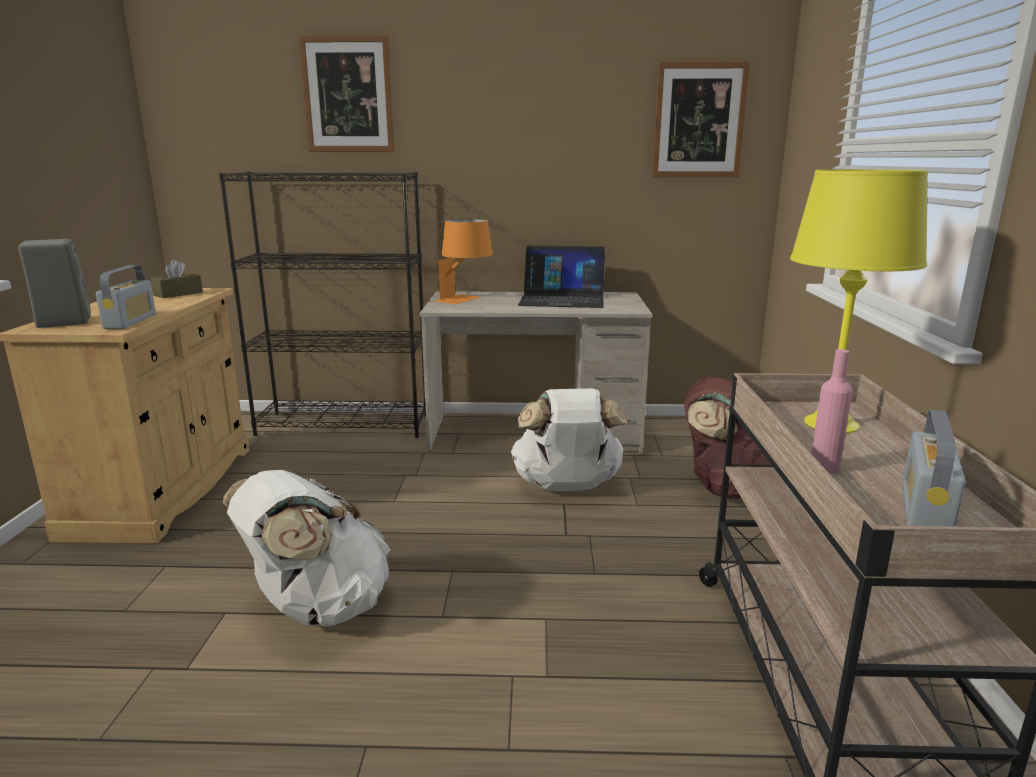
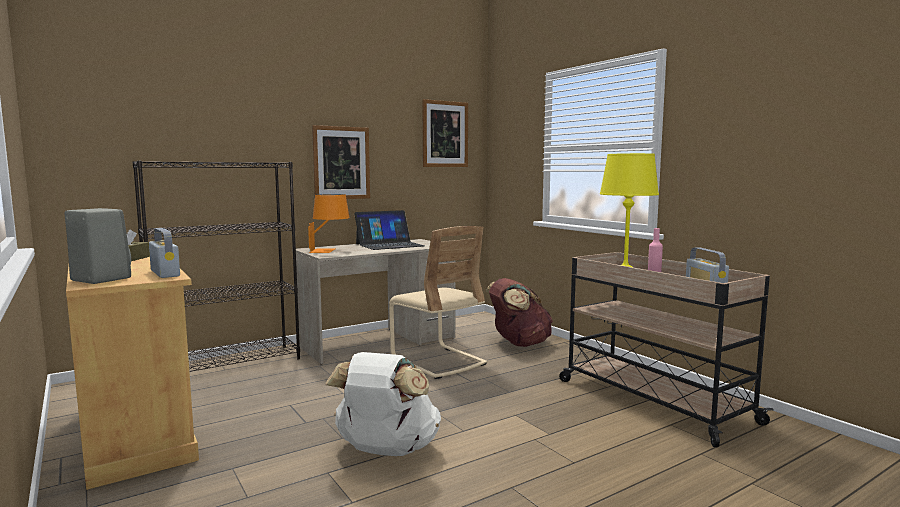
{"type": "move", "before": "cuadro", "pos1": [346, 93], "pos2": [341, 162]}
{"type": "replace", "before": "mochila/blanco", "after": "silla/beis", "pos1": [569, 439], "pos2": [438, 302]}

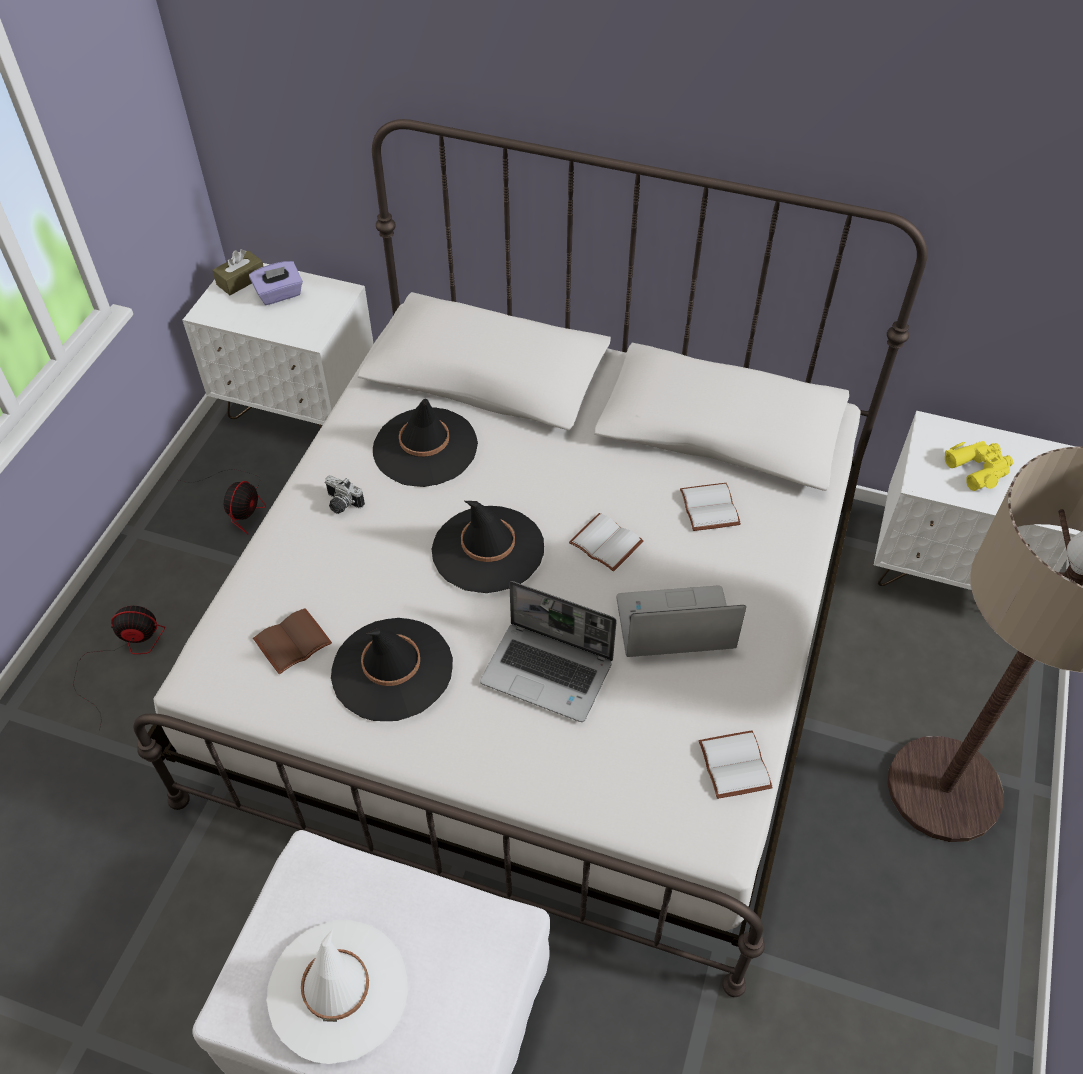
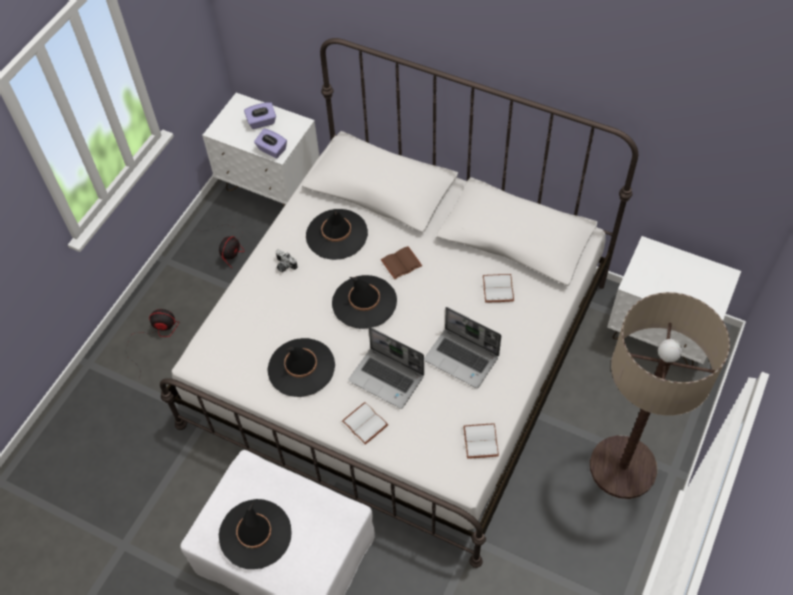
{"type": "delete", "before": "caja de pañuelos/marrón", "pos1": [238, 272]}
{"type": "delete", "before": "prismáticos/amarillo", "pos1": [979, 466]}
{"type": "move", "before": "libro/blanco", "pos1": [606, 542], "pos2": [365, 423]}
{"type": "rotate", "before": "portátil", "pos1": [681, 621], "pos2": [462, 347], "turn": -150}
{"type": "move", "before": "libro/marrón", "pos1": [292, 641], "pos2": [401, 262]}
{"type": "recolor", "before": "sombrero/blanco", "after": "sombrero/negro", "pos1": [337, 992], "pos2": [255, 534]}
{"type": "insert", "after": "caja de pañuelos/morado", "pos2": [270, 143]}

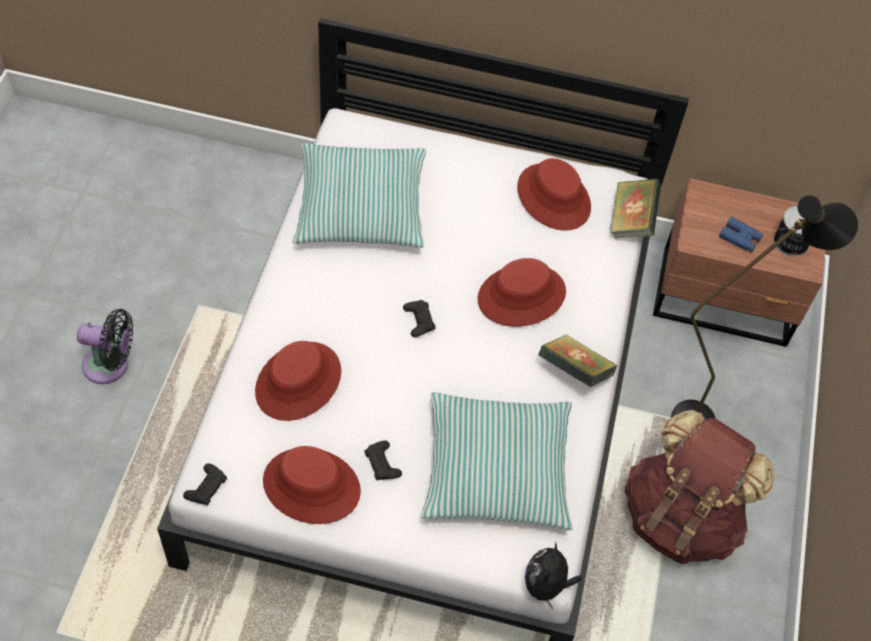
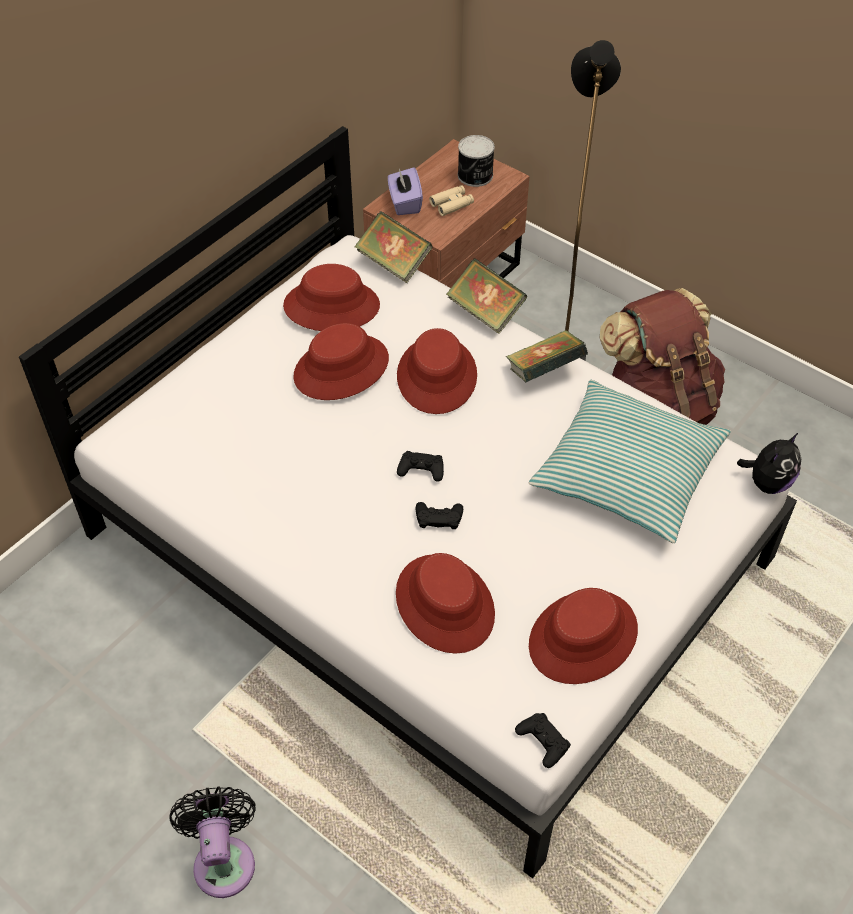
{"type": "delete", "before": "cojín", "pos1": [359, 195]}
{"type": "recolor", "before": "prismáticos/azul", "after": "prismáticos/beis", "pos1": [741, 234], "pos2": [451, 200]}
{"type": "rotate", "before": "ventilador/negro", "pos1": [105, 346], "pos2": [212, 842], "turn": -45}
{"type": "move", "before": "mando de consola/negro", "pos1": [383, 460], "pos2": [439, 515]}
{"type": "rotate", "before": "peluche", "pos1": [553, 575], "pos2": [769, 463], "turn": -90}
{"type": "insert", "after": "caja de pañuelos/morado", "pos2": [405, 191]}
{"type": "insert", "after": "libro", "pos2": [486, 296]}
{"type": "insert", "after": "sombrero/rojo", "pos2": [341, 361]}

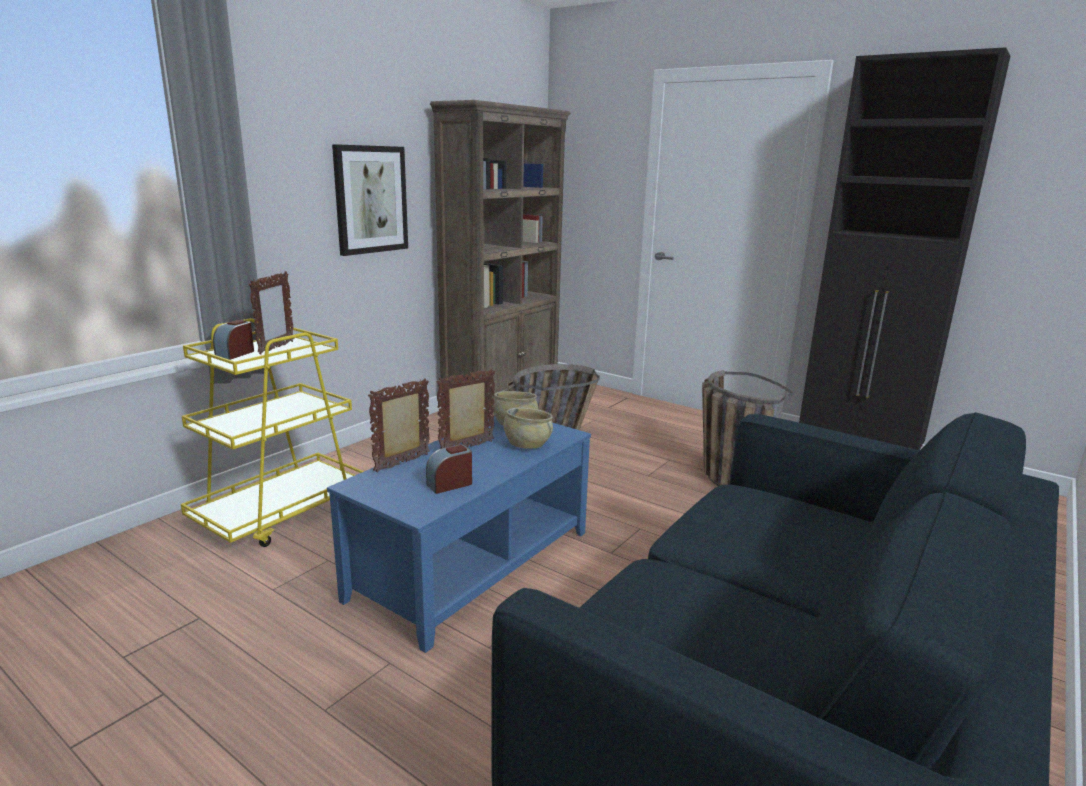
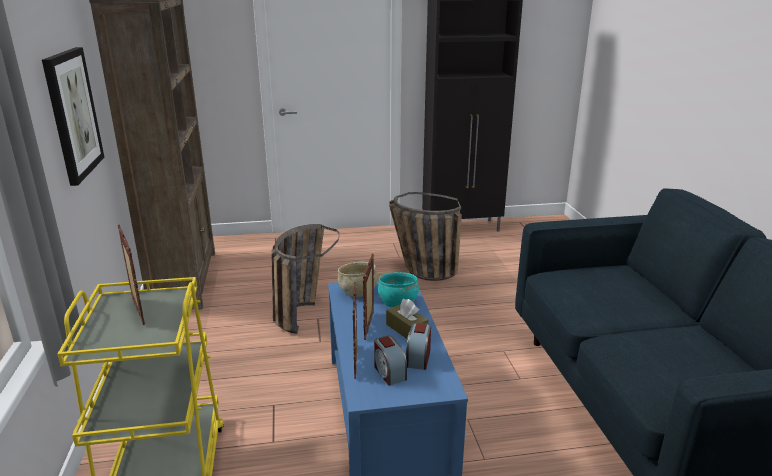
{"type": "move", "before": "despertador", "pos1": [233, 340], "pos2": [390, 360]}
{"type": "recolor", "before": "cuenco/beis", "after": "cuenco/turquesa", "pos1": [528, 428], "pos2": [398, 290]}
{"type": "insert", "after": "caja de pañuelos/marrón", "pos2": [407, 319]}

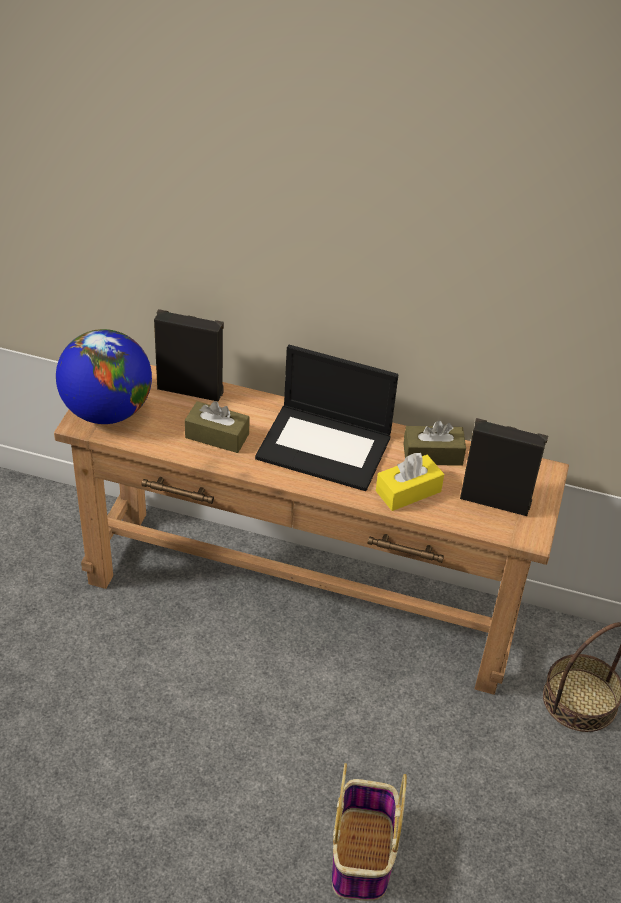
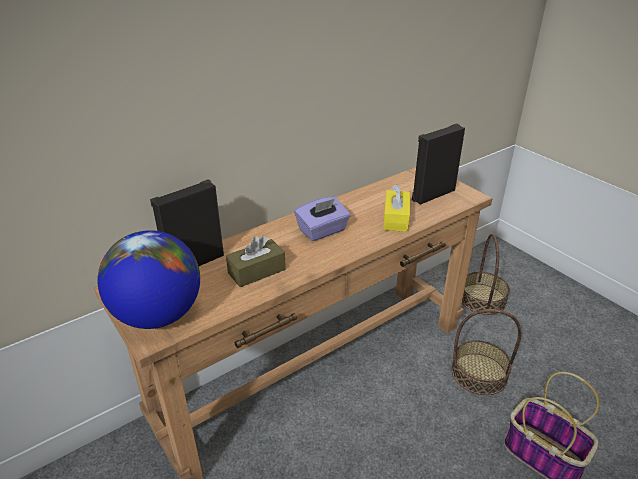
{"type": "replace", "before": "portátil", "after": "caja de pañuelos/morado", "pos1": [326, 418], "pos2": [322, 219]}
{"type": "delete", "before": "caja de pañuelos/marrón", "pos1": [434, 443]}
{"type": "insert", "after": "cesta", "pos2": [486, 352]}

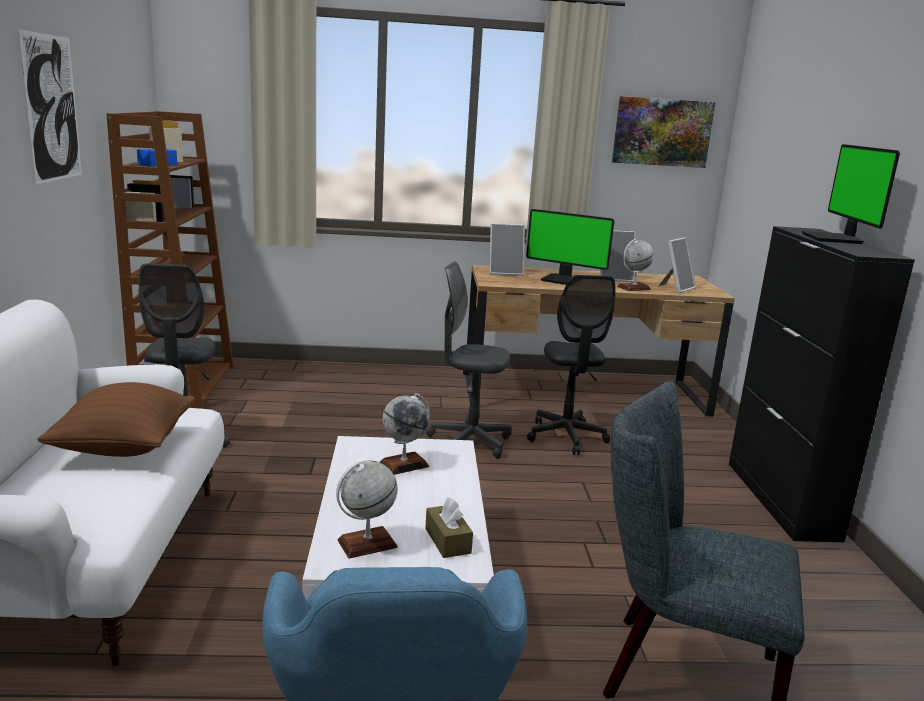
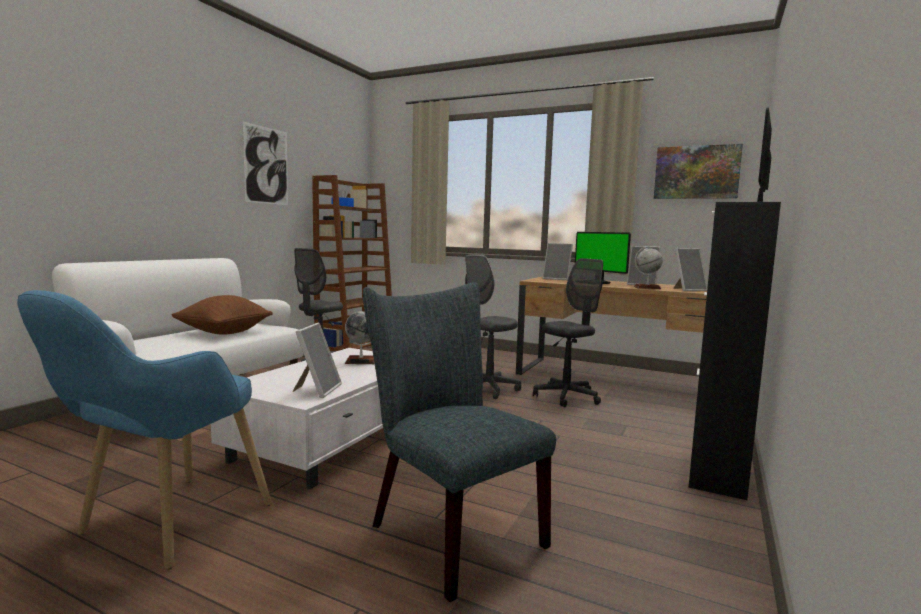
{"type": "rotate", "before": "silla de oficina/negro", "pos1": [571, 365], "pos2": [568, 332], "turn": -150}
{"type": "delete", "before": "globo terráqueo", "pos1": [367, 509]}
{"type": "replace", "before": "caja de pañuelos/marrón", "after": "portarretratos", "pos1": [449, 527], "pos2": [317, 360]}

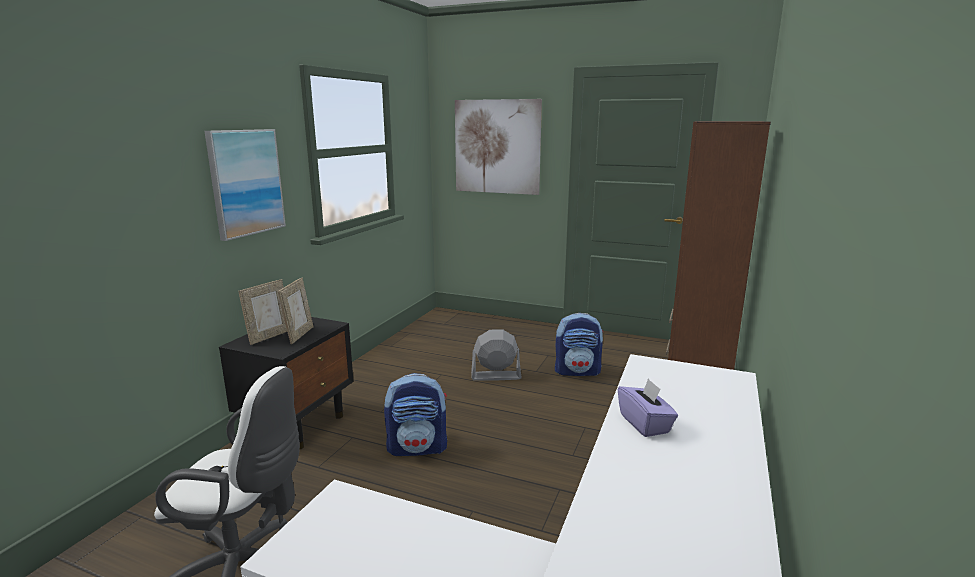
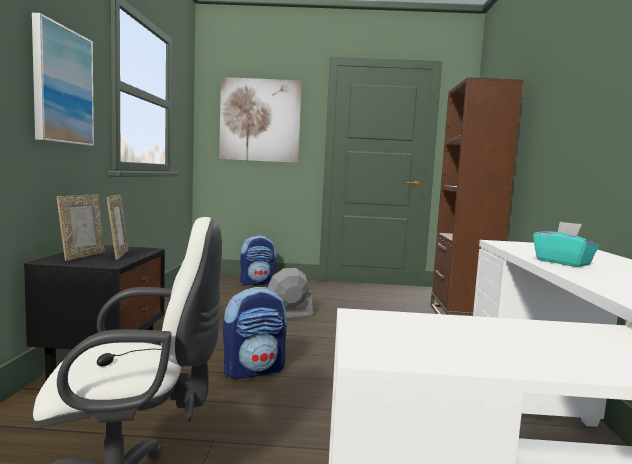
{"type": "move", "before": "mochila", "pos1": [579, 344], "pos2": [258, 260]}
{"type": "recolor", "before": "caja de pañuelos/morado", "after": "caja de pañuelos/turquesa", "pos1": [648, 407], "pos2": [566, 244]}

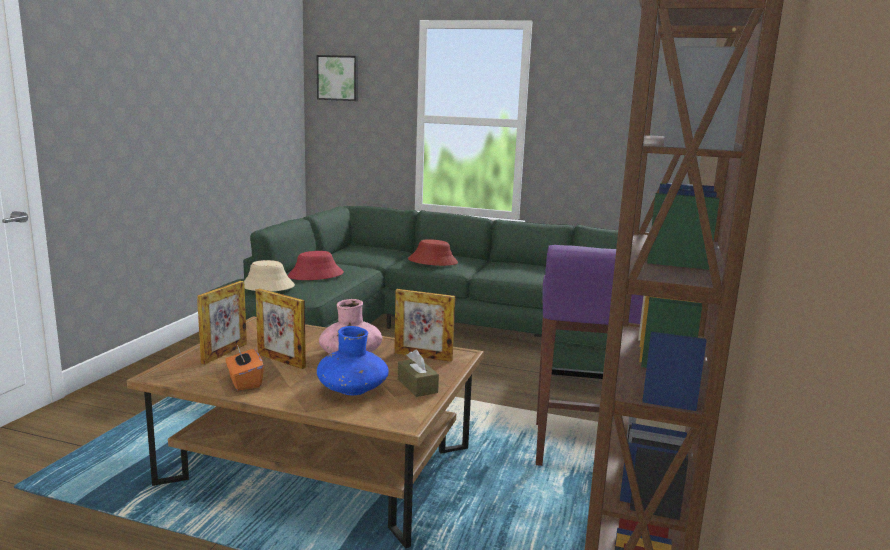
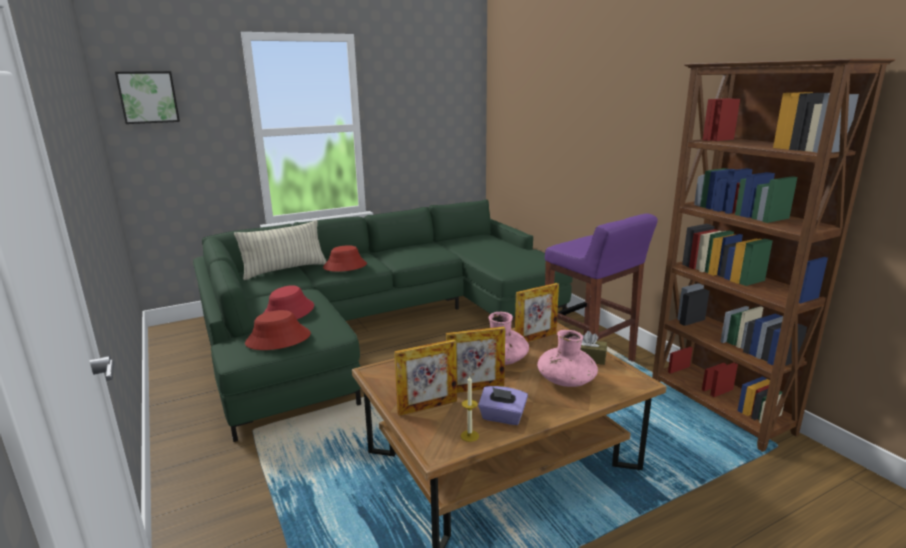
{"type": "recolor", "before": "sombrero/beis", "after": "sombrero/rojo", "pos1": [269, 275], "pos2": [278, 330]}
{"type": "rotate", "before": "portarretratos", "pos1": [222, 322], "pos2": [425, 377], "turn": 90}
{"type": "recolor", "before": "florero/azul", "after": "florero/rosa", "pos1": [353, 360], "pos2": [567, 358]}
{"type": "recolor", "before": "caja de pañuelos/naranja", "after": "caja de pañuelos/morado", "pos1": [245, 368], "pos2": [503, 405]}
{"type": "insert", "after": "cojín", "pos2": [280, 250]}
{"type": "insert", "after": "vela", "pos2": [470, 408]}

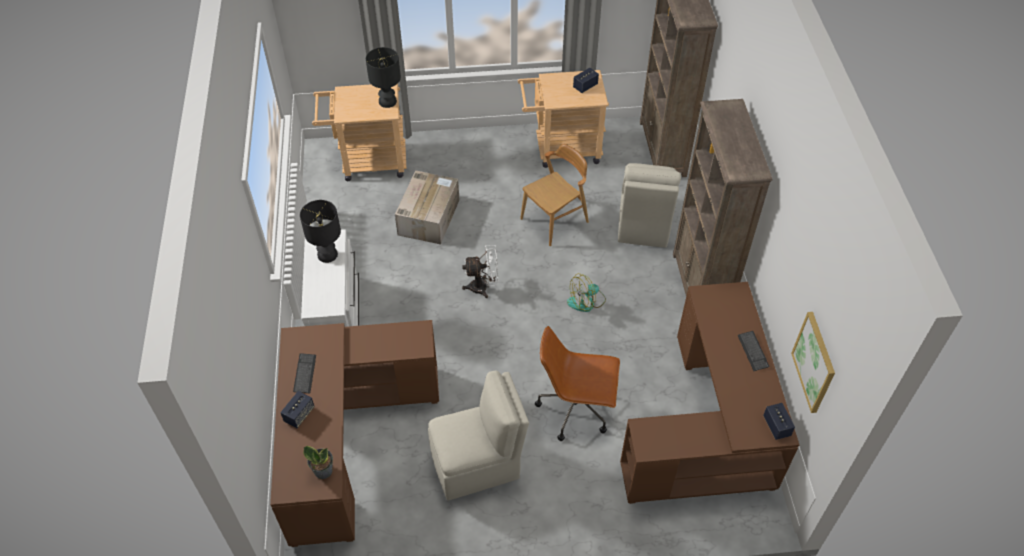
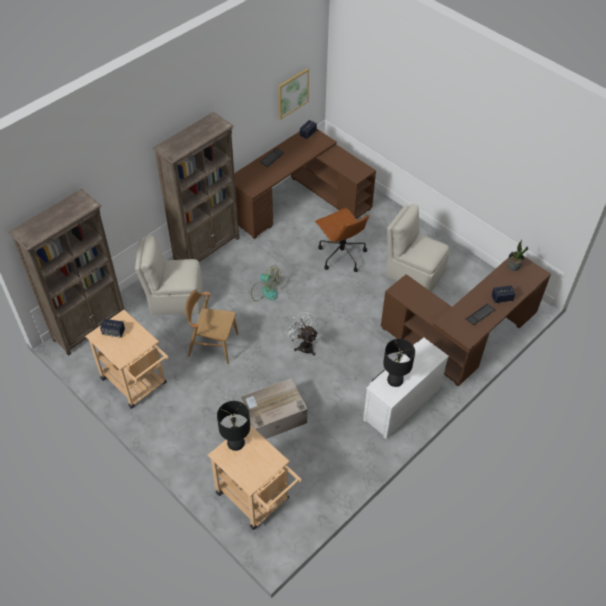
{"type": "rotate", "before": "silla/beis", "pos1": [649, 205], "pos2": [169, 274], "turn": -150}

